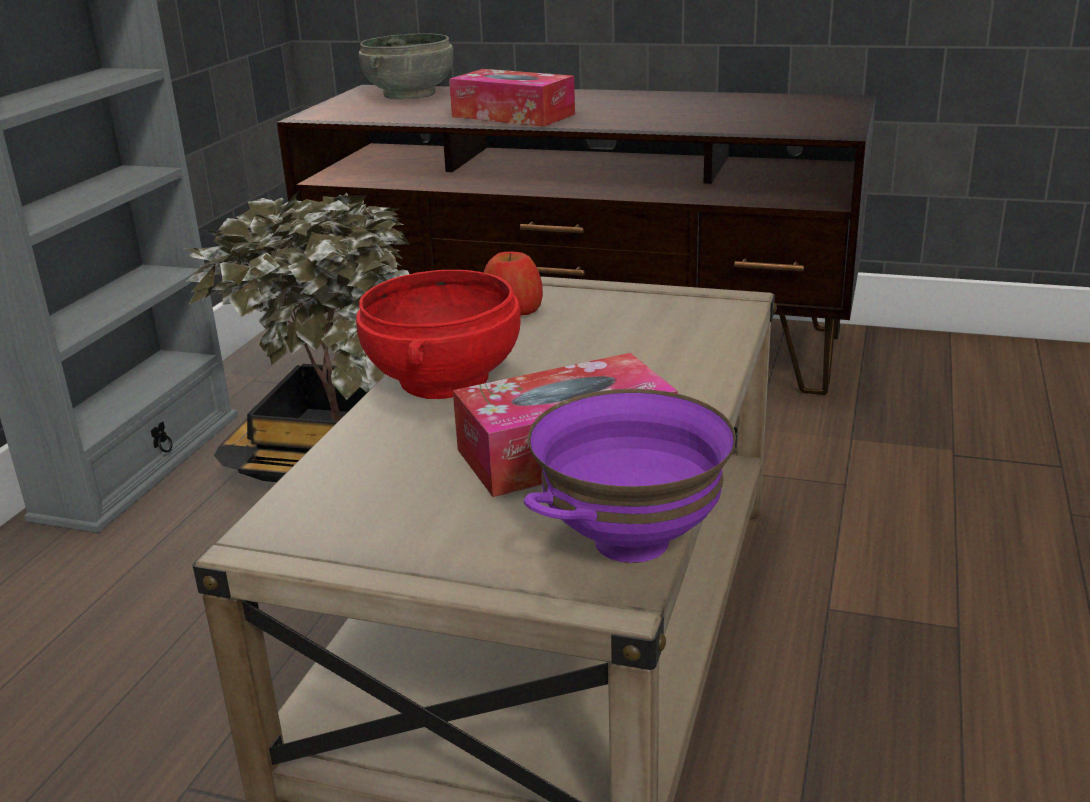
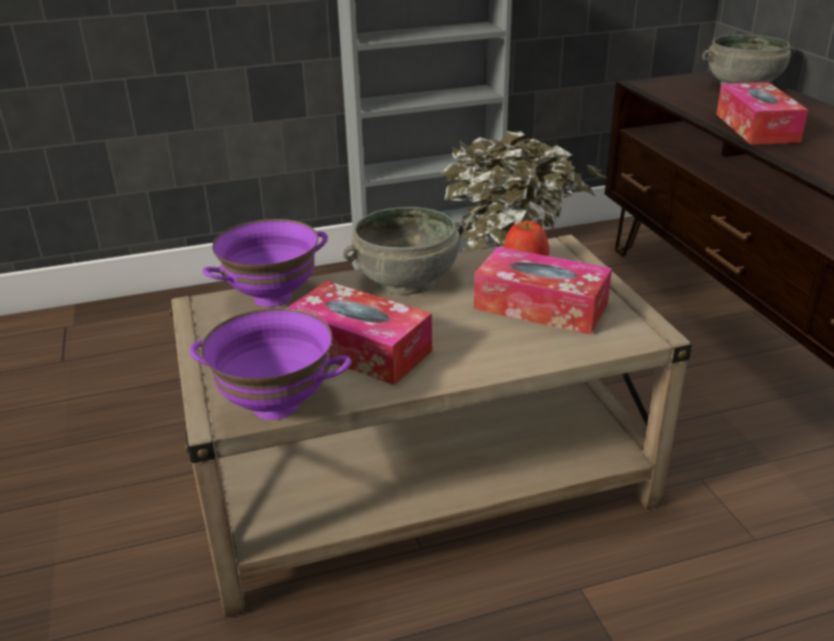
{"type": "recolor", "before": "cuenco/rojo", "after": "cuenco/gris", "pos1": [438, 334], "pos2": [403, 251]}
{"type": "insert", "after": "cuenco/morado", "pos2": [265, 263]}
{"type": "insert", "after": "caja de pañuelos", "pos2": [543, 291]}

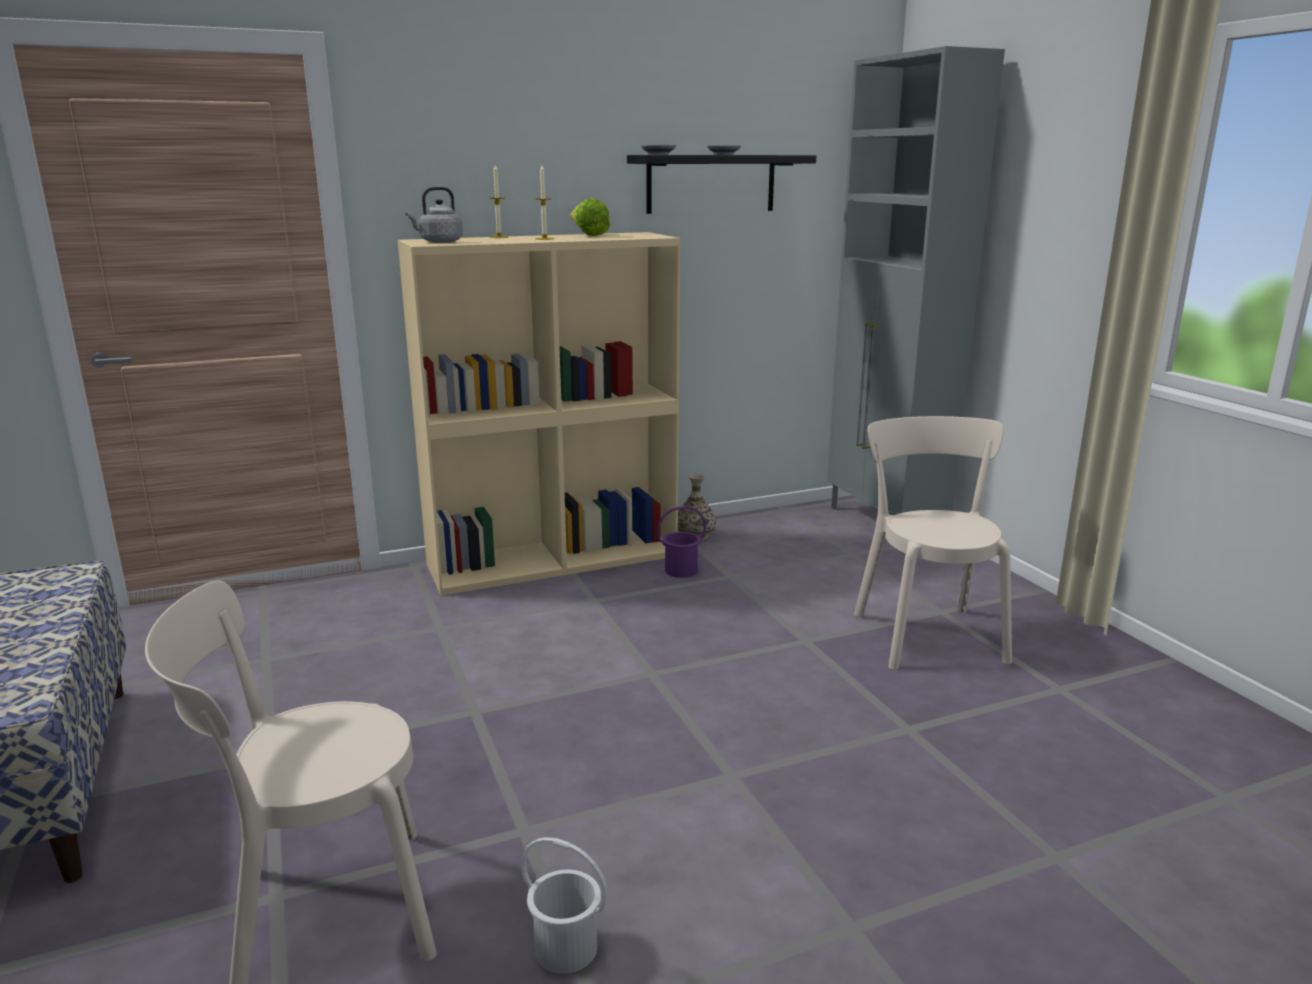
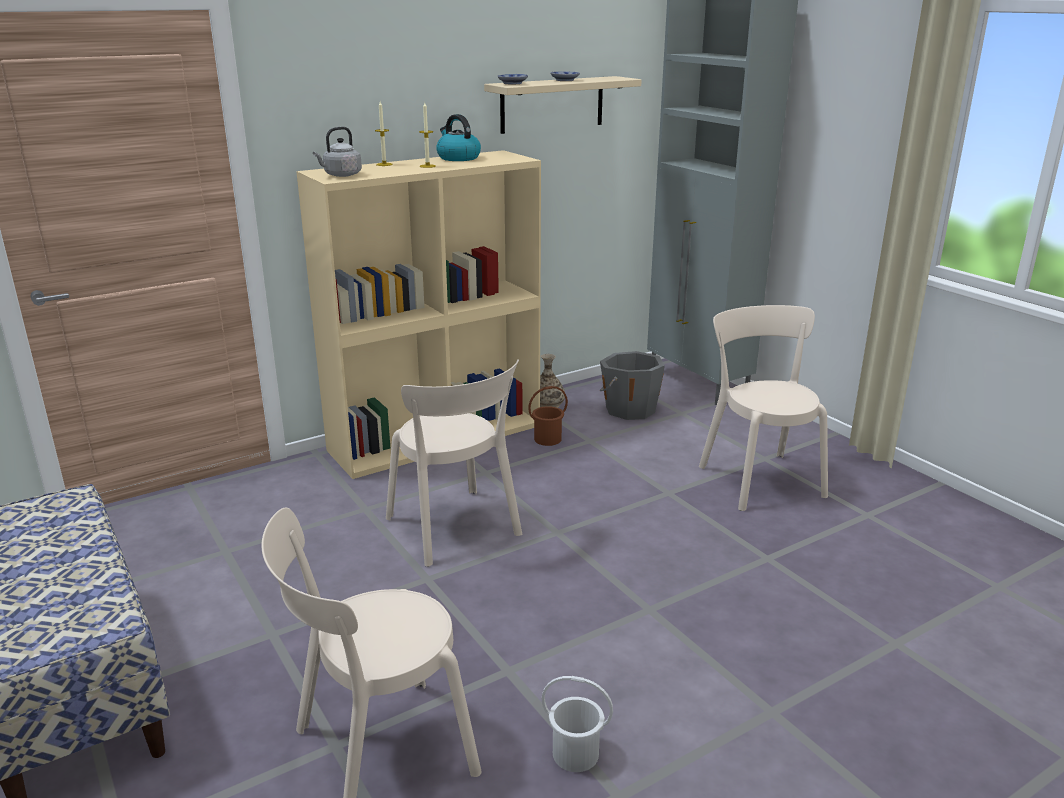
{"type": "recolor", "before": "estante/negro", "after": "estante/beis", "pos1": [721, 184], "pos2": [563, 105]}
{"type": "replace", "before": "lechuga", "after": "hervidor", "pos1": [590, 217], "pos2": [458, 137]}
{"type": "recolor", "before": "cubo/morado", "after": "cubo/marrón", "pos1": [681, 542], "pos2": [548, 416]}
{"type": "insert", "after": "cubo/gris", "pos2": [632, 385]}
{"type": "insert", "after": "silla/beis", "pos2": [454, 463]}

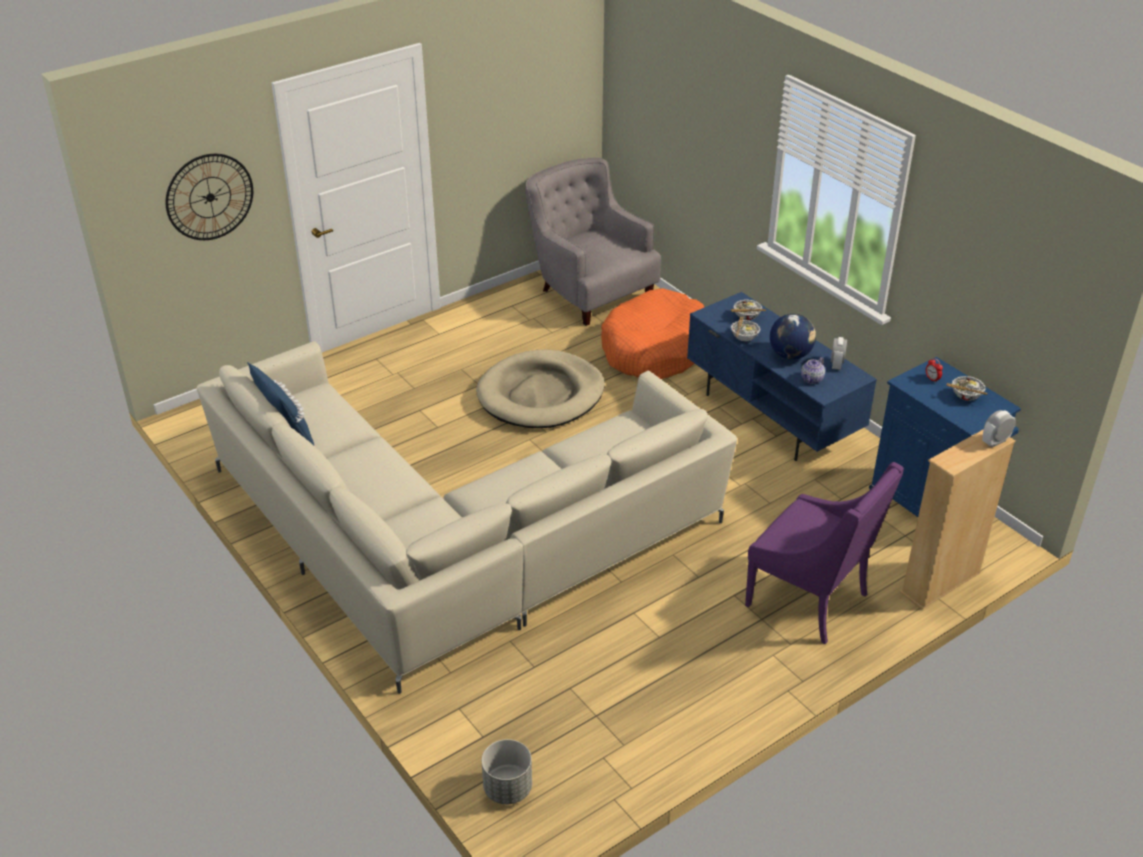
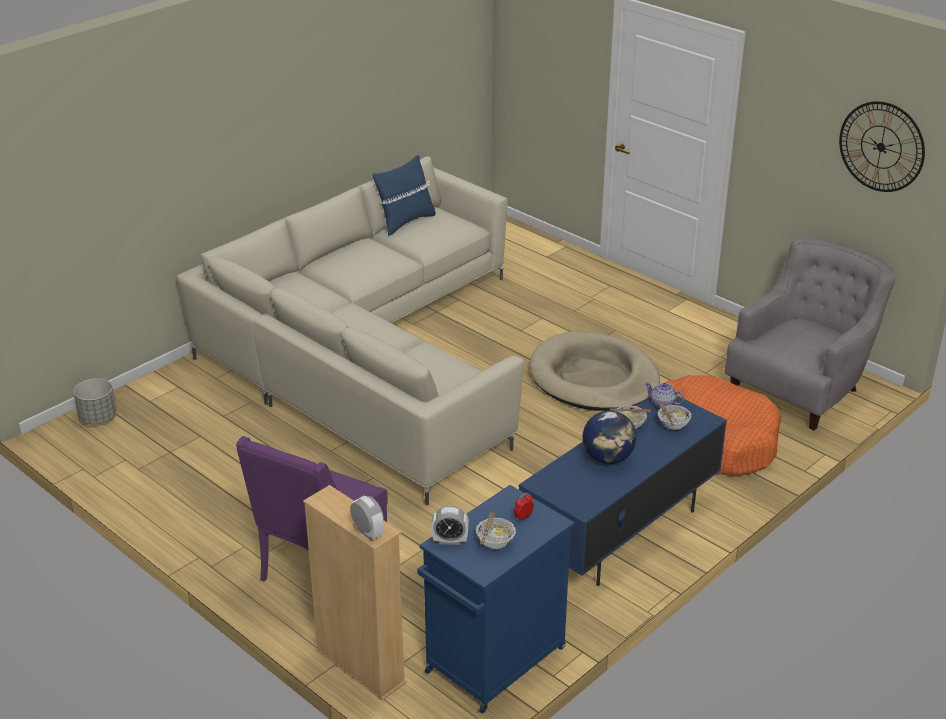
{"type": "move", "before": "reloj de pared", "pos1": [209, 197], "pos2": [882, 146]}
{"type": "move", "before": "despertador", "pos1": [839, 353], "pos2": [450, 525]}
{"type": "move", "before": "tetera", "pos1": [813, 370], "pos2": [664, 395]}

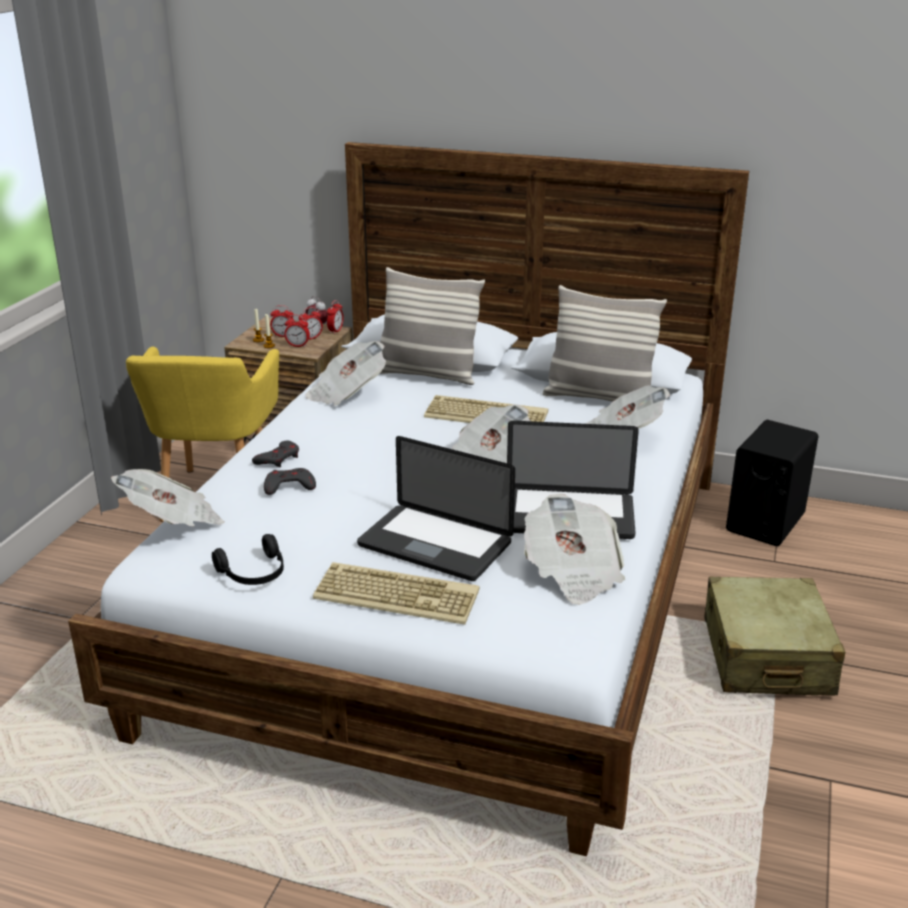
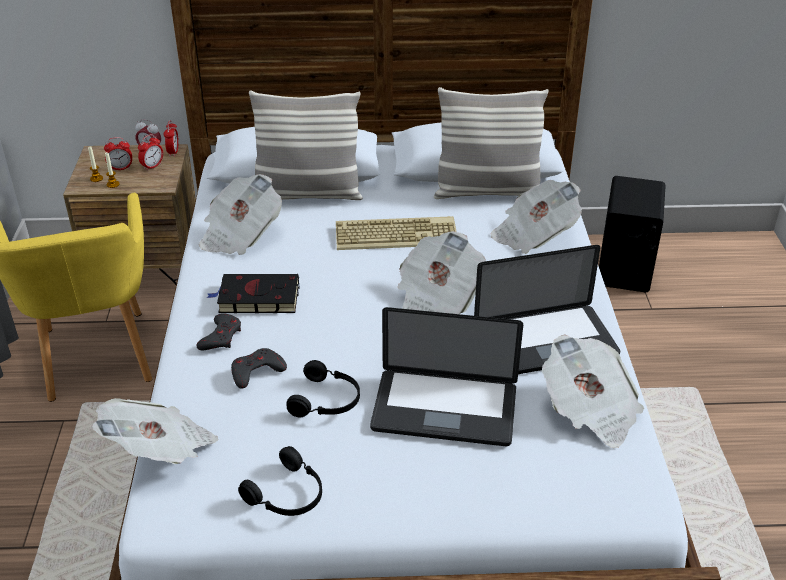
{"type": "delete", "before": "despertador", "pos1": [297, 331]}
{"type": "delete", "before": "teclado", "pos1": [396, 593]}
{"type": "delete", "before": "maleta/beis", "pos1": [774, 636]}
{"type": "insert", "after": "libro/negro", "pos2": [253, 293]}
{"type": "insert", "after": "auriculares/negro", "pos2": [323, 389]}

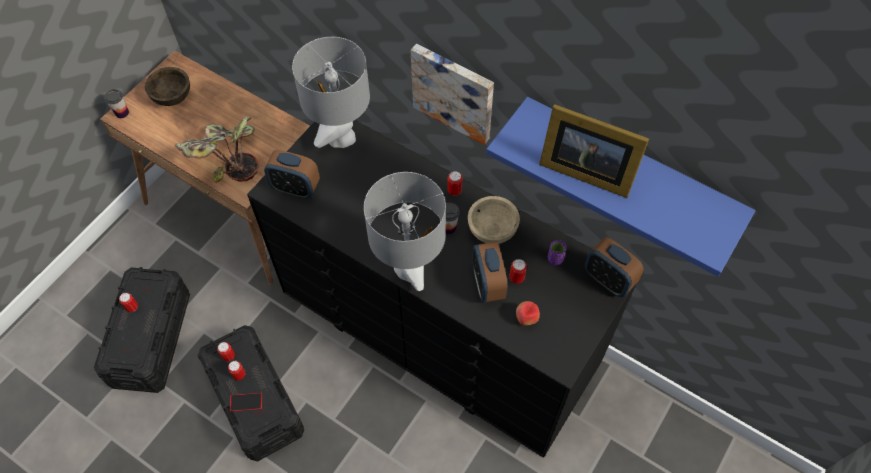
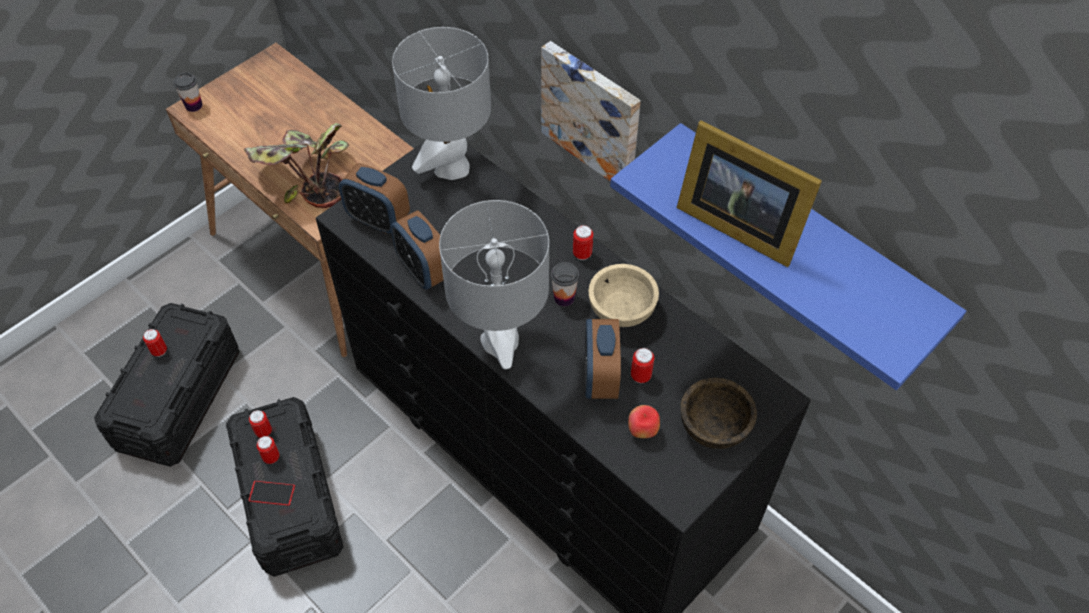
{"type": "move", "before": "cuenco/marrón", "pos1": [167, 86], "pos2": [719, 413]}
{"type": "move", "before": "despertador", "pos1": [614, 267], "pos2": [417, 250]}
{"type": "delete", "before": "taza/morado", "pos1": [557, 252]}

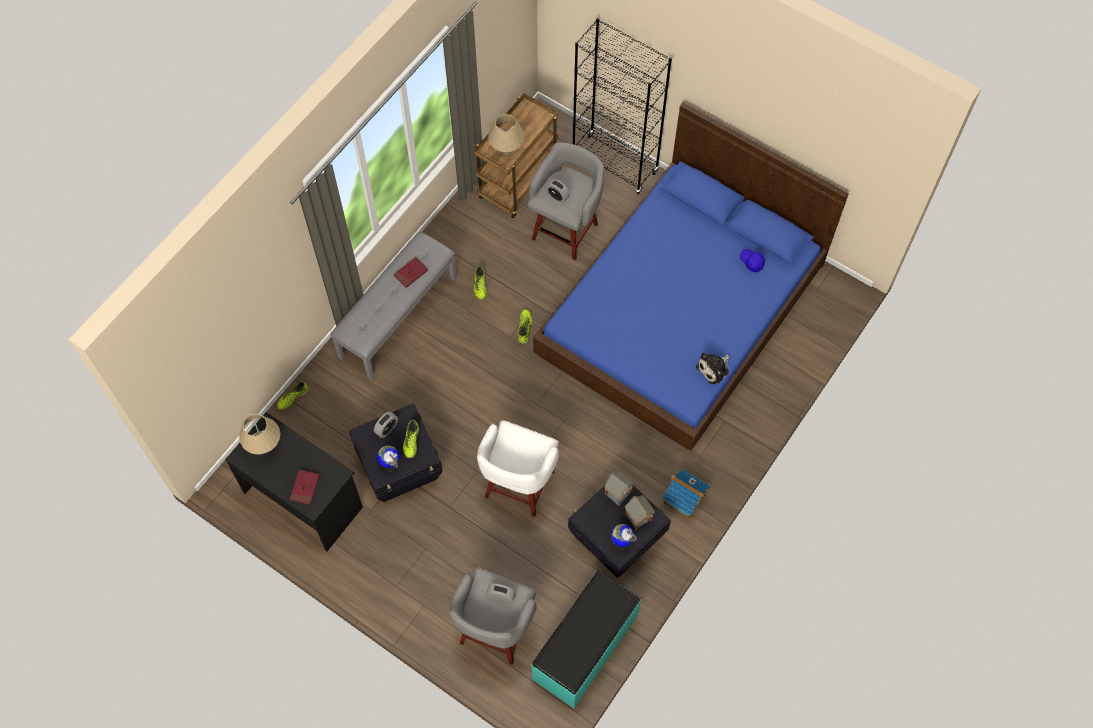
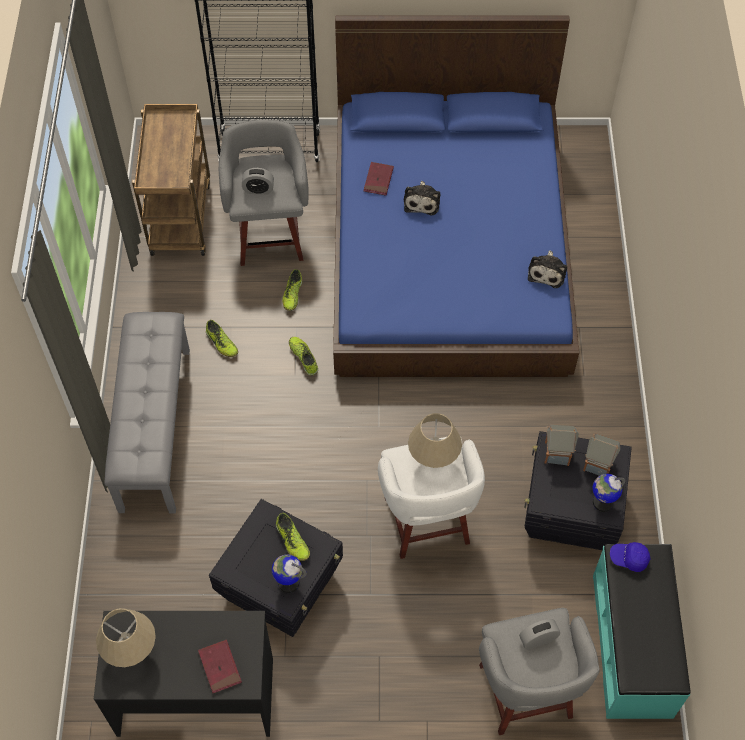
{"type": "move", "before": "lámpara de mesa/beis", "pos1": [506, 134], "pos2": [435, 440]}
{"type": "move", "before": "gorra/azul", "pos1": [752, 260], "pos2": [630, 557]}
{"type": "move", "before": "libro/rojo", "pos1": [411, 272], "pos2": [379, 179]}
{"type": "move", "before": "zapato", "pos1": [292, 396], "pos2": [292, 290]}
{"type": "delete", "before": "despertador", "pos1": [386, 424]}
{"type": "delete", "before": "casita", "pos1": [686, 494]}
{"type": "insert", "after": "peluche", "pos2": [422, 198]}

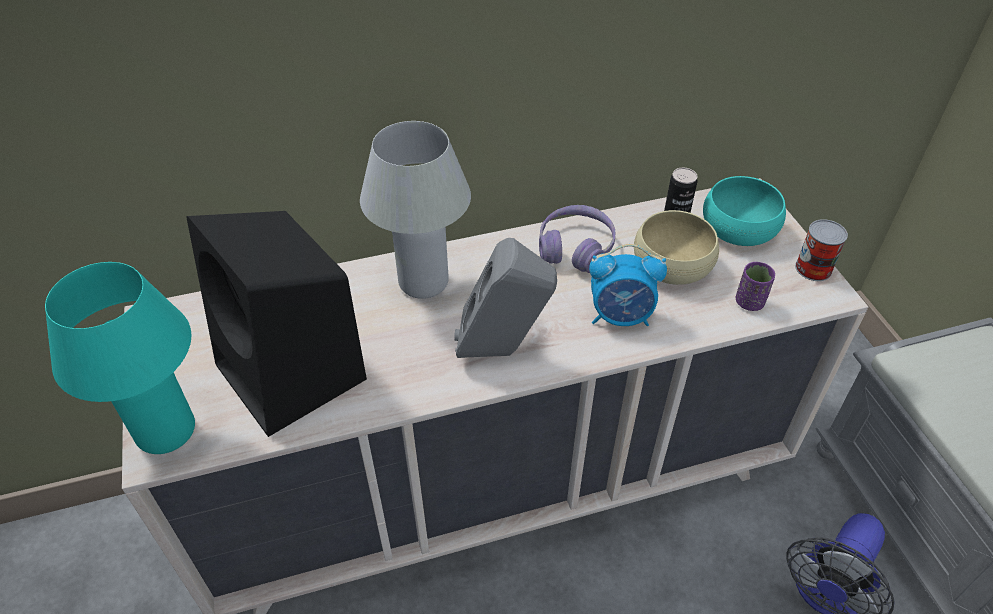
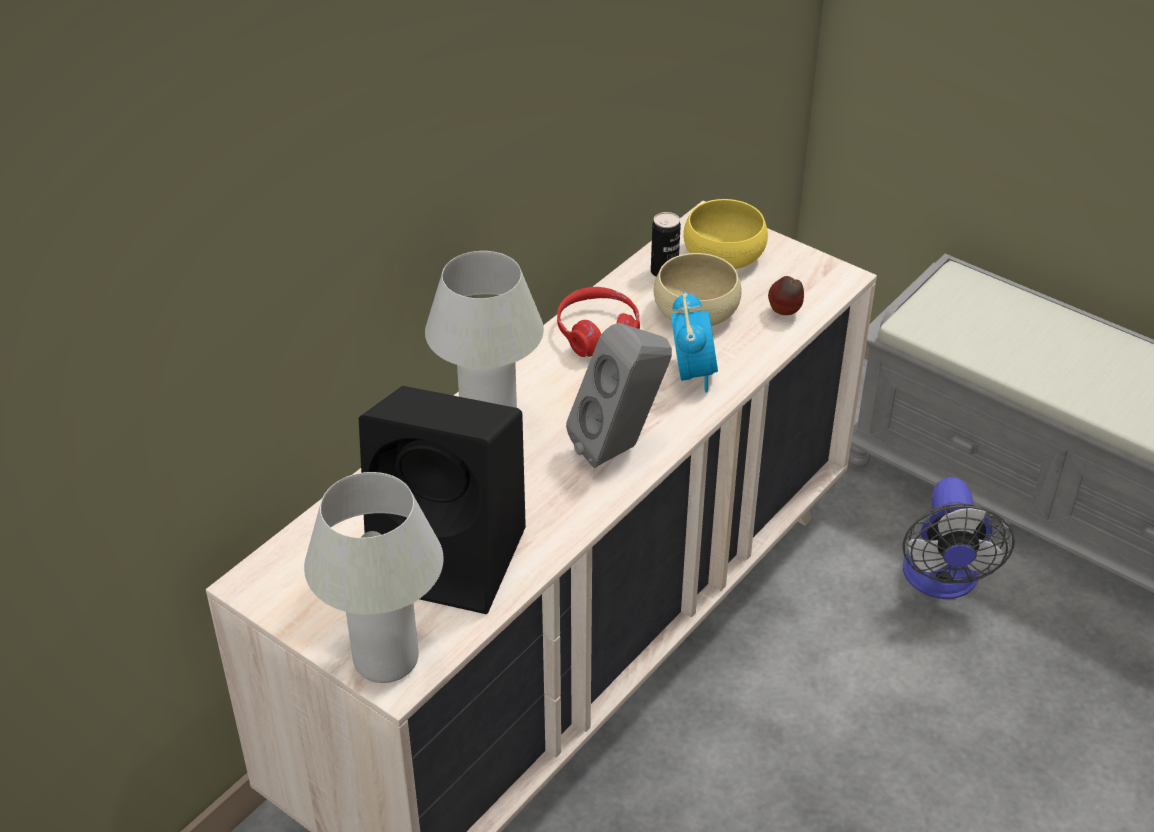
{"type": "recolor", "before": "cuenco/turquesa", "after": "cuenco/amarillo", "pos1": [744, 211], "pos2": [725, 234]}
{"type": "recolor", "before": "auriculares/morado", "after": "auriculares/rojo", "pos1": [577, 239], "pos2": [598, 322]}
{"type": "delete", "before": "lata", "pos1": [821, 250]}
{"type": "rotate", "before": "despertador", "pos1": [628, 285], "pos2": [694, 341], "turn": -60}
{"type": "recolor", "before": "lámpara de mesa/turquesa", "after": "lámpara de mesa/blanco", "pos1": [120, 358], "pos2": [374, 577]}
{"type": "replace", "before": "taza/morado", "after": "manzana", "pos1": [755, 286], "pos2": [786, 295]}

